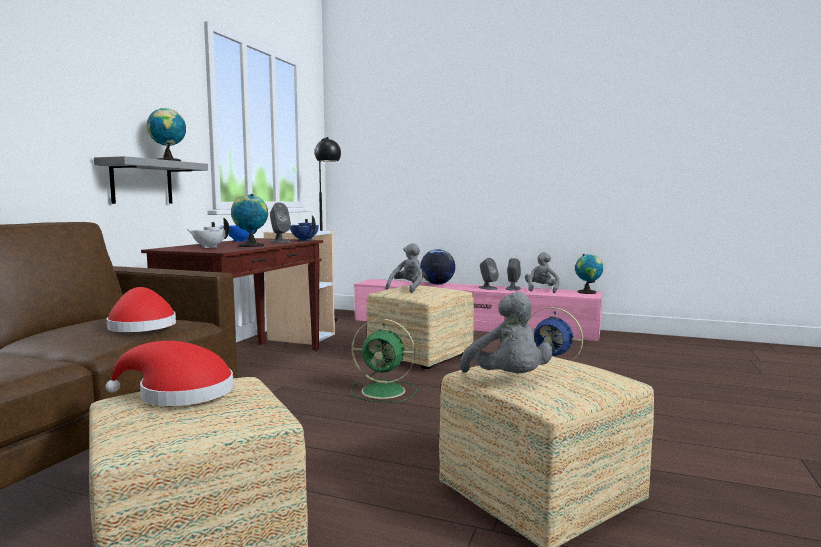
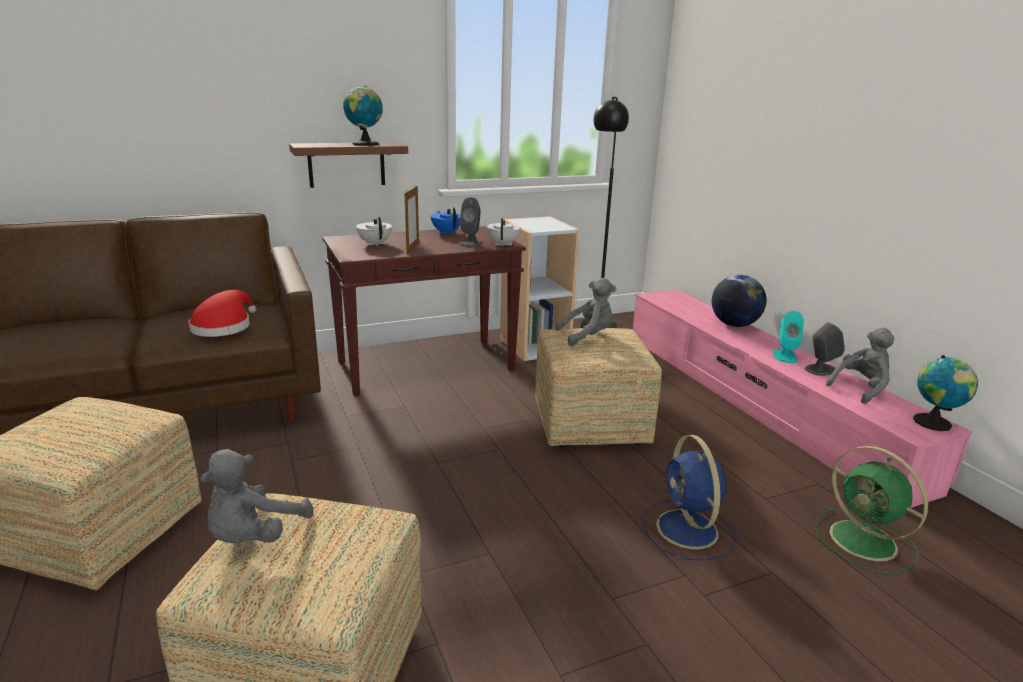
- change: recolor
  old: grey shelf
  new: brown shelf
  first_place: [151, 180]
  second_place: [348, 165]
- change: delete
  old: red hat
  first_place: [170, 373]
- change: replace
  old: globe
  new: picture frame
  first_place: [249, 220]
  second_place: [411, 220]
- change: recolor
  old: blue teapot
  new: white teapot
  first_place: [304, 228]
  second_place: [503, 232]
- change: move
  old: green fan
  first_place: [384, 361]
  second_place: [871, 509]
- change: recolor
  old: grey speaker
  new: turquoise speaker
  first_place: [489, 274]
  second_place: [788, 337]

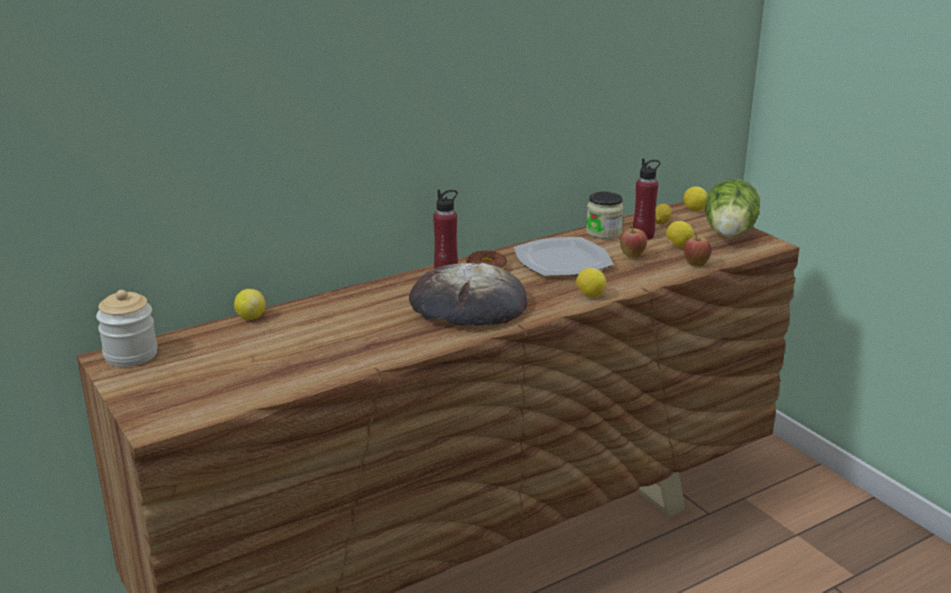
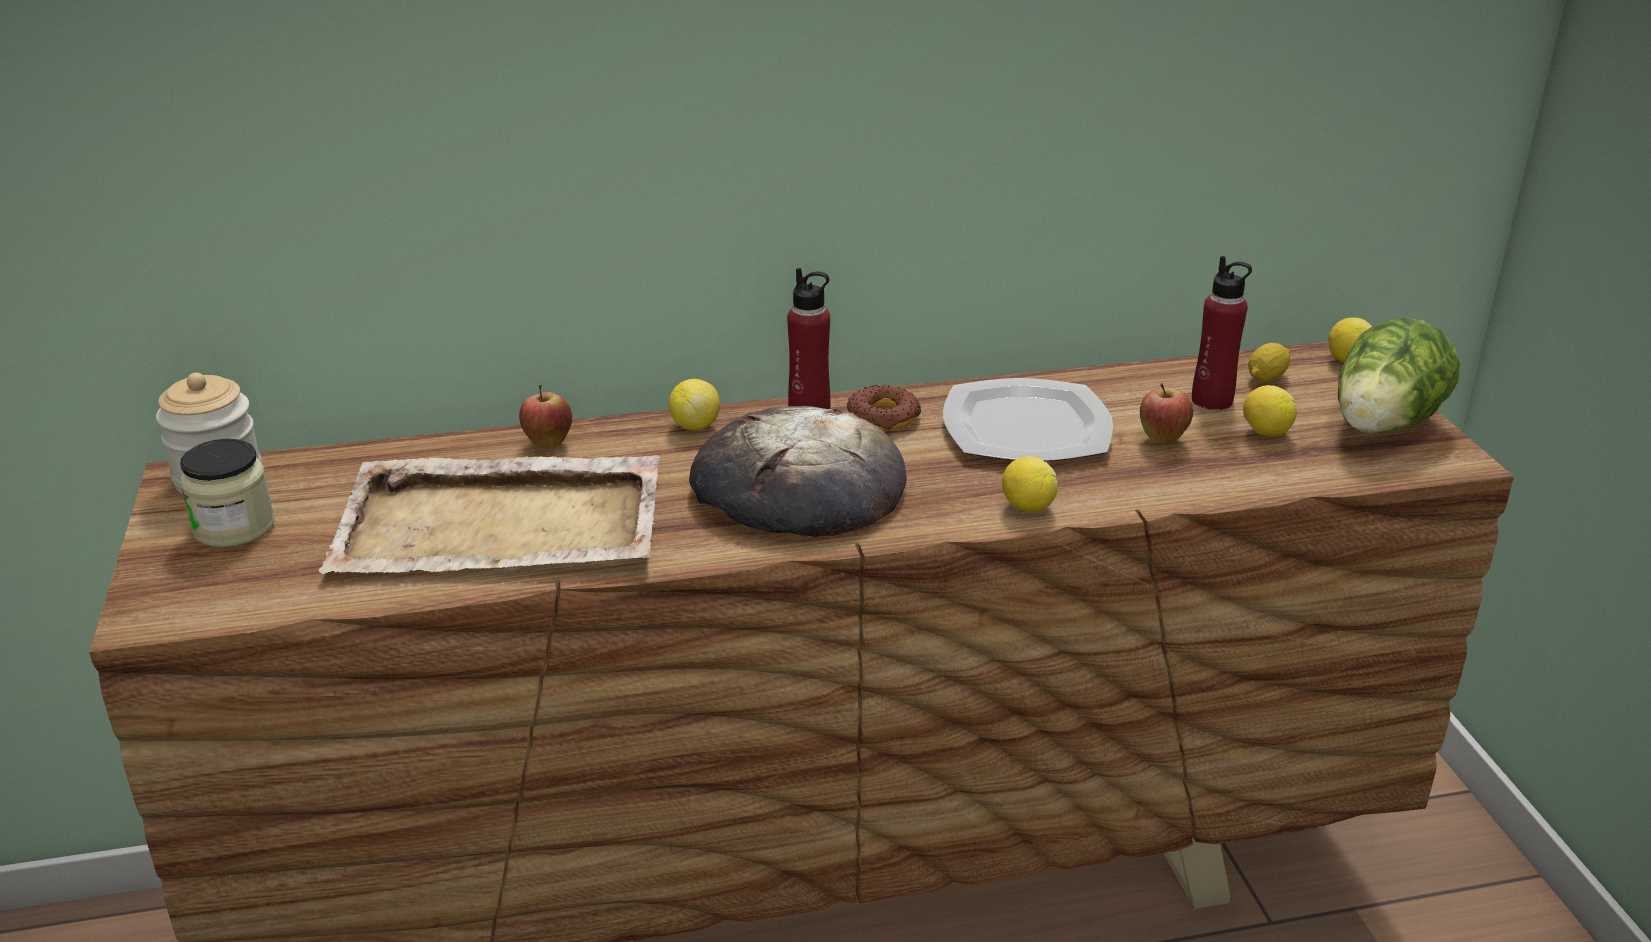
- change: move
  old: lemon
  first_place: [250, 304]
  second_place: [694, 405]
- change: move
  old: jar
  first_place: [605, 215]
  second_place: [227, 493]
- change: move
  old: apple
  first_place: [697, 250]
  second_place: [545, 417]
- change: insert
  new: beige tray
  second_place: [489, 514]

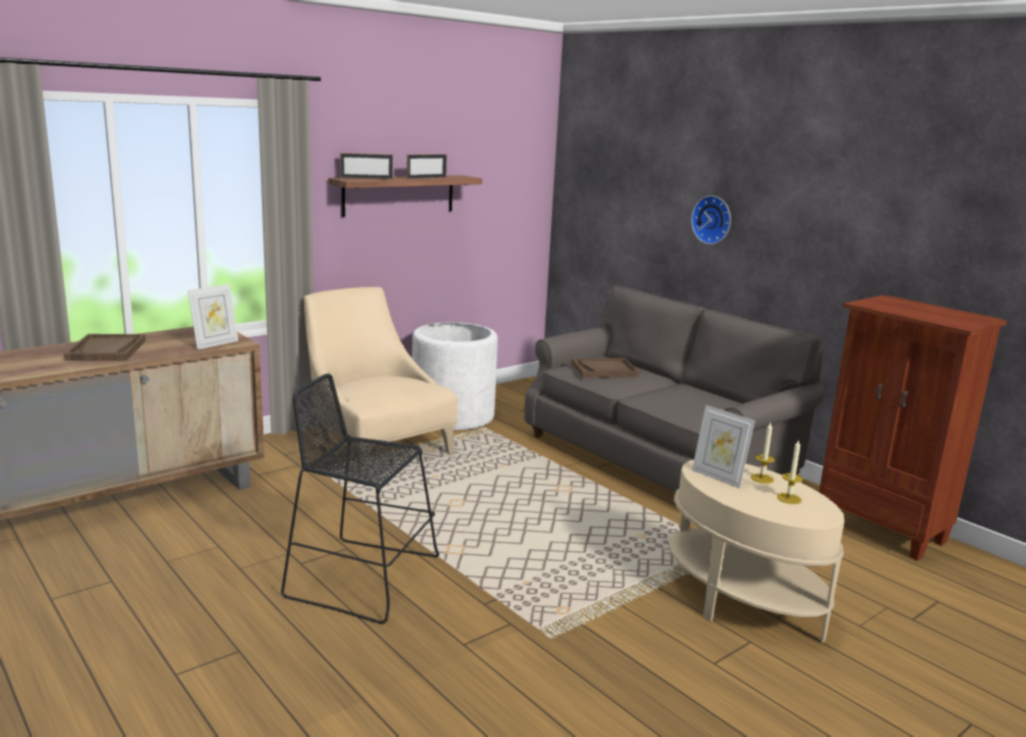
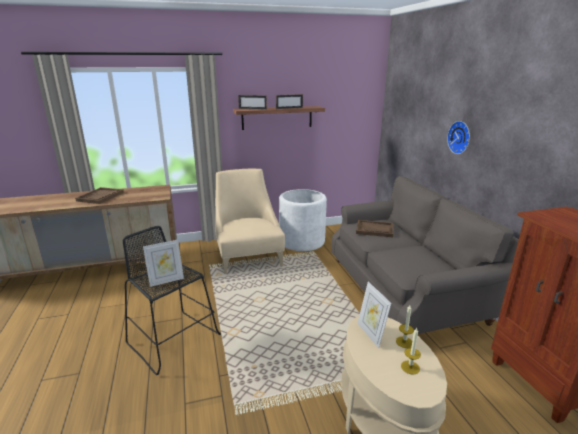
- change: move
  old: picture frame
  first_place: [213, 317]
  second_place: [163, 263]

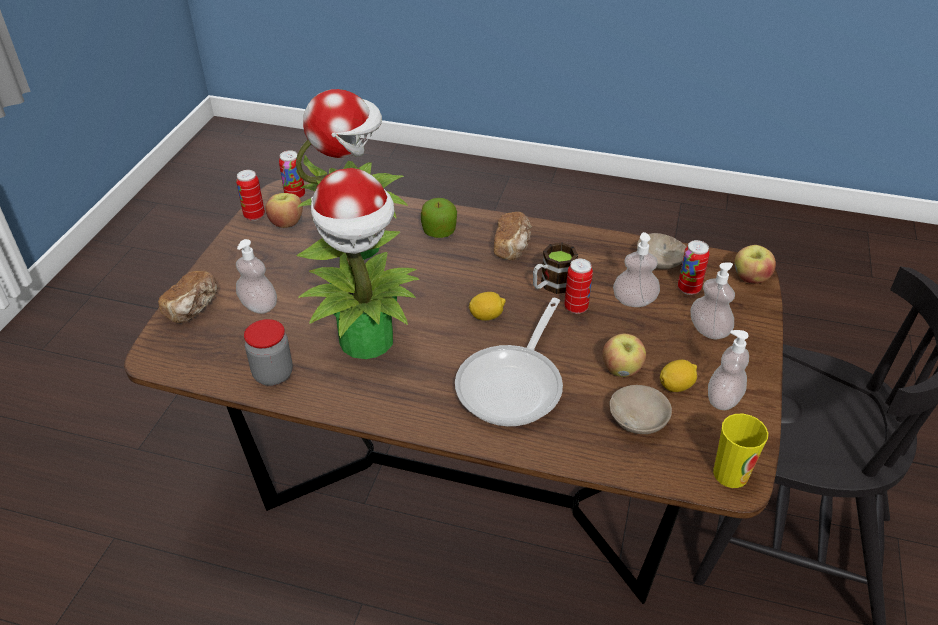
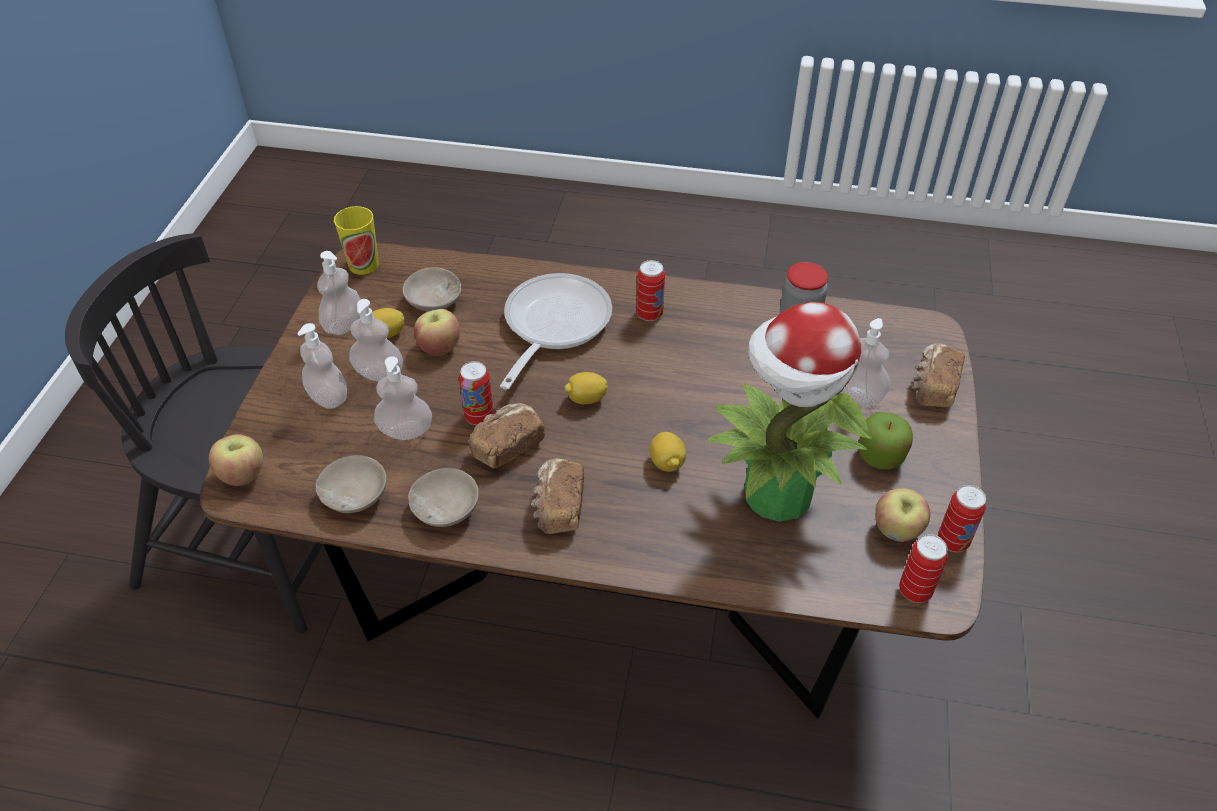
- change: delete
  old: potted plant
  first_place: [358, 263]
- change: move
  old: apple
  first_place: [439, 218]
  second_place: [886, 440]
- change: replace
  old: mug
  new: bread
  first_place: [555, 268]
  second_place: [507, 435]
- change: move
  old: can
  first_place: [694, 267]
  second_place: [651, 290]
- change: insert
  new: soap dispenser
  second_place: [376, 340]
- change: insert
  new: beige bowl
  second_place: [443, 497]
- change: insert
  new: lemon
  second_place: [668, 452]

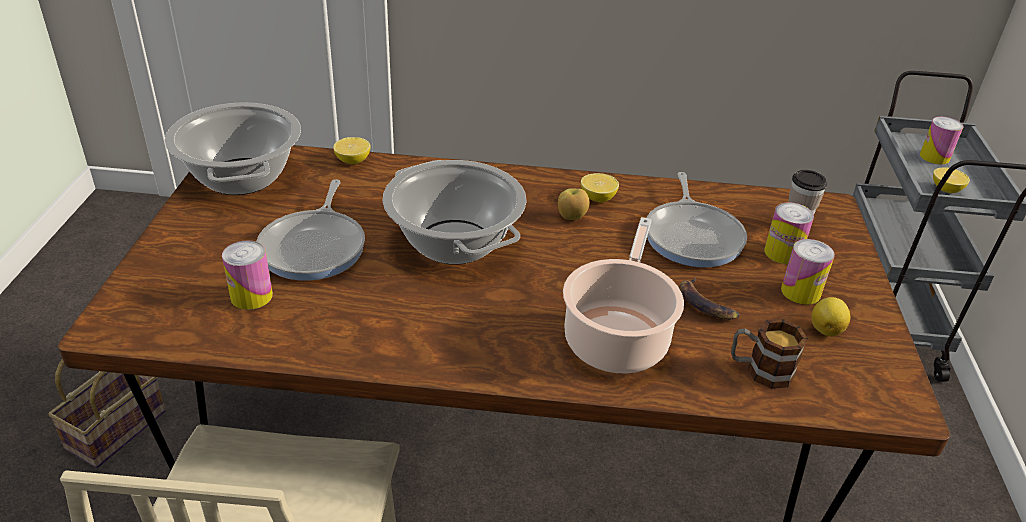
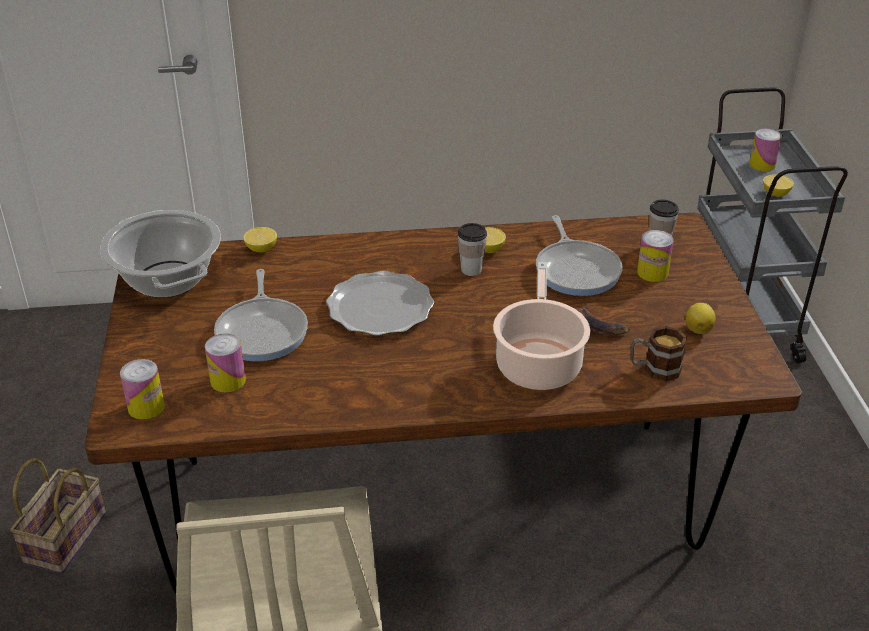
- change: replace
  old: cooking pot
  new: plate
  first_place: [454, 212]
  second_place: [380, 303]
- change: replace
  old: apple
  new: cup
  first_place: [573, 204]
  second_place: [472, 249]
- change: move
  old: can
  first_place: [808, 272]
  second_place: [142, 389]

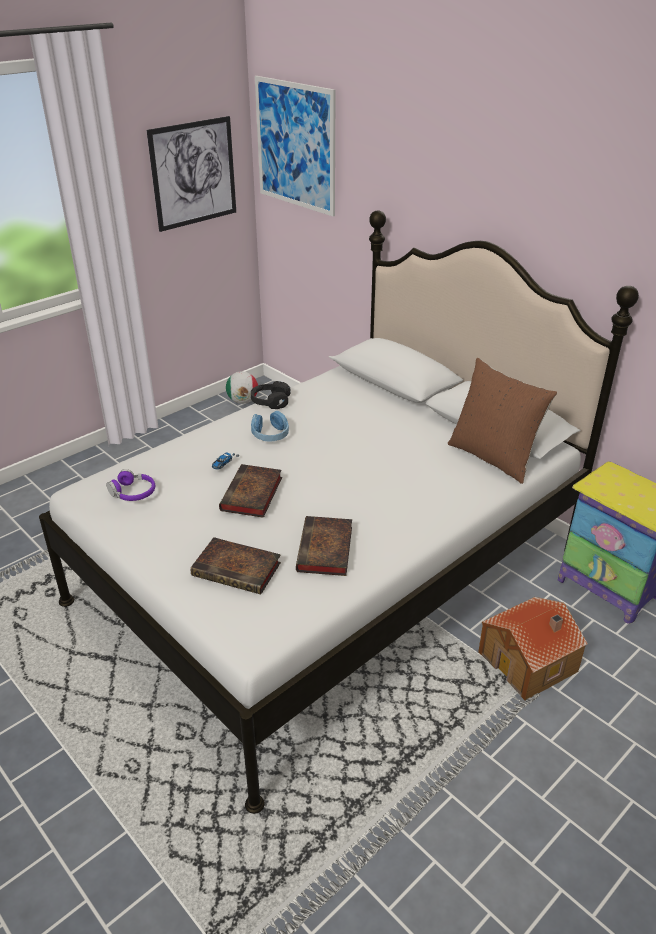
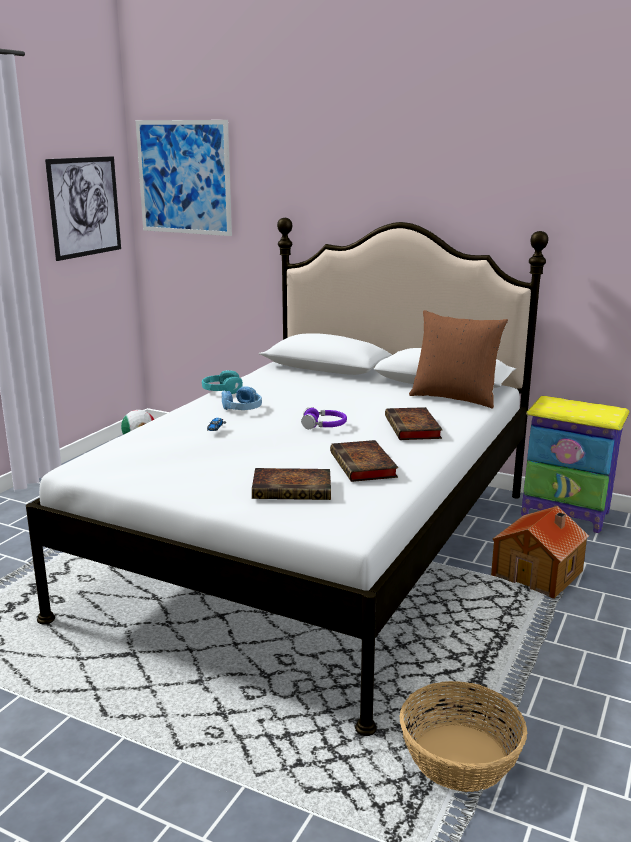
- change: move
  old: purple headphones
  first_place: [130, 485]
  second_place: [324, 418]
- change: move
  old: book
  first_place: [250, 491]
  second_place: [414, 423]
- change: recolor
  old: black headphones
  new: turquoise headphones
  first_place: [271, 395]
  second_place: [222, 382]
- change: insert
  new: basket
  second_place: [463, 736]

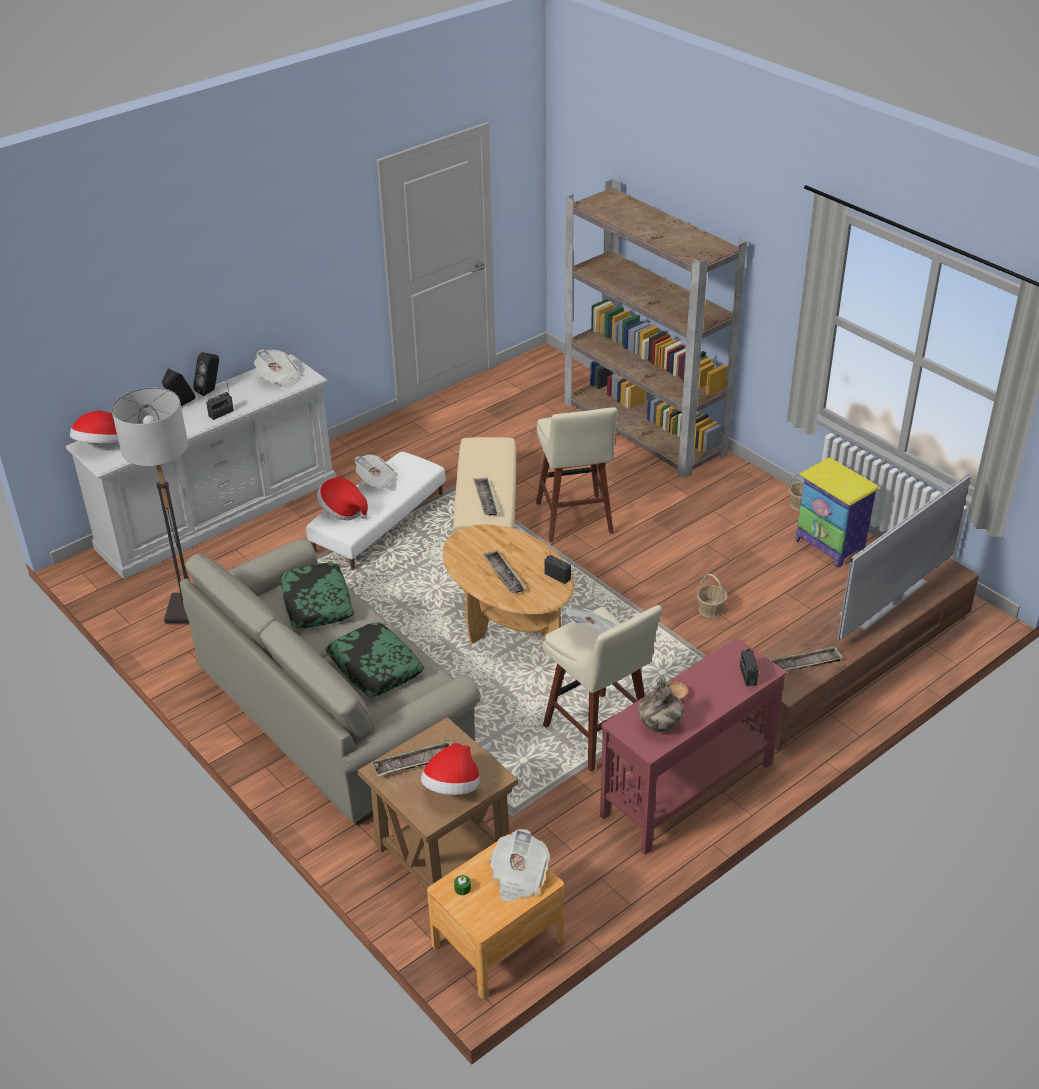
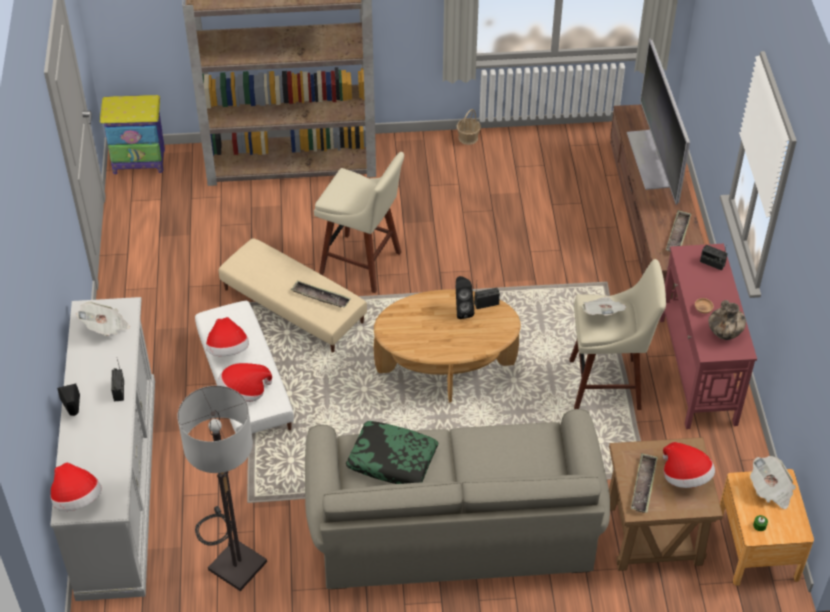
- change: move
  old: black speaker
  first_place: [206, 374]
  second_place: [465, 297]
- change: delete
  old: pillow
  first_place: [374, 659]
- change: replace
  old: newspaper
  new: hat
  first_place: [376, 473]
  second_place: [227, 336]
- change: delete
  old: tray
  first_place: [505, 571]
- change: delete
  old: basket
  first_place: [712, 596]
- change: move
  old: nightstand
  first_place: [837, 512]
  second_place: [132, 134]

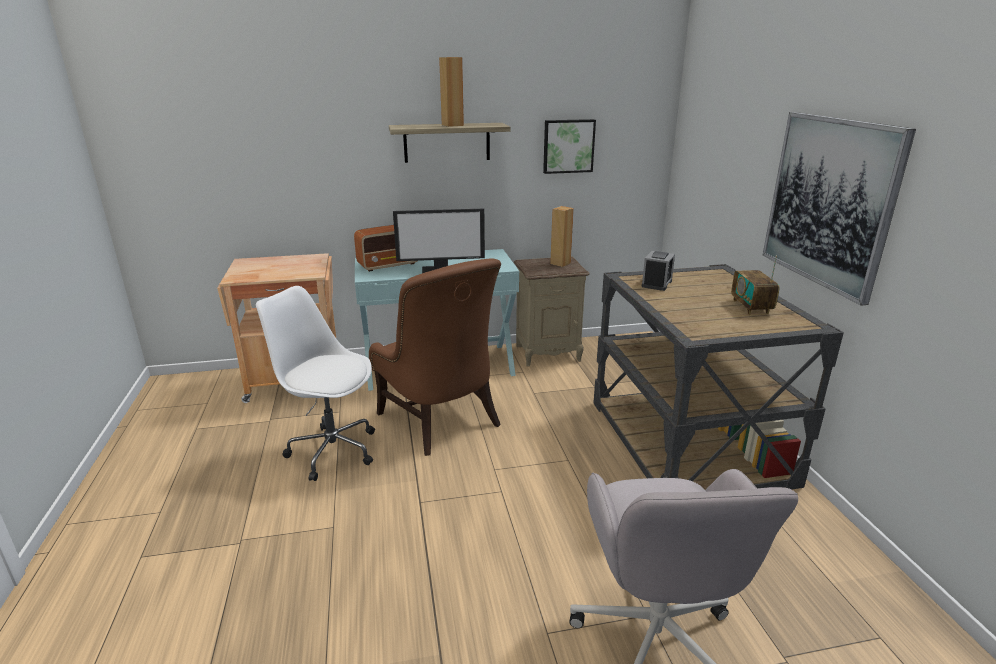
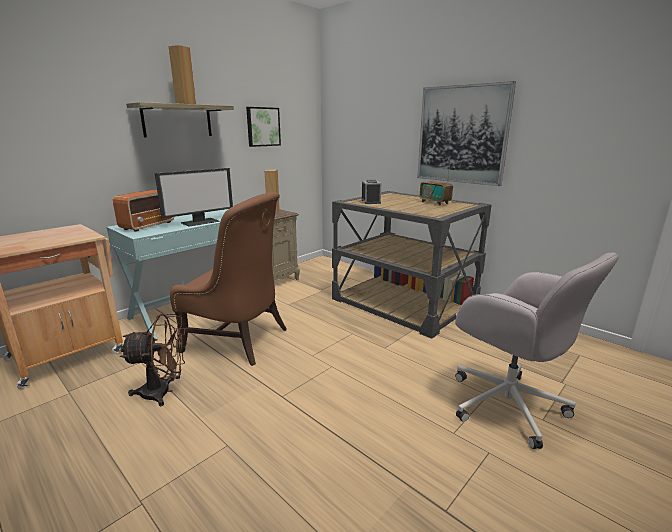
- change: replace
  old: white office chair
  new: brown fan
  first_place: [315, 383]
  second_place: [153, 360]

